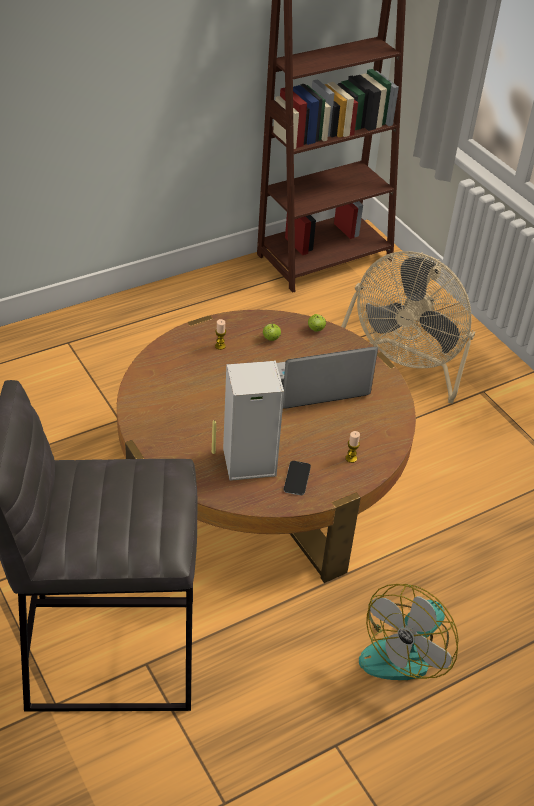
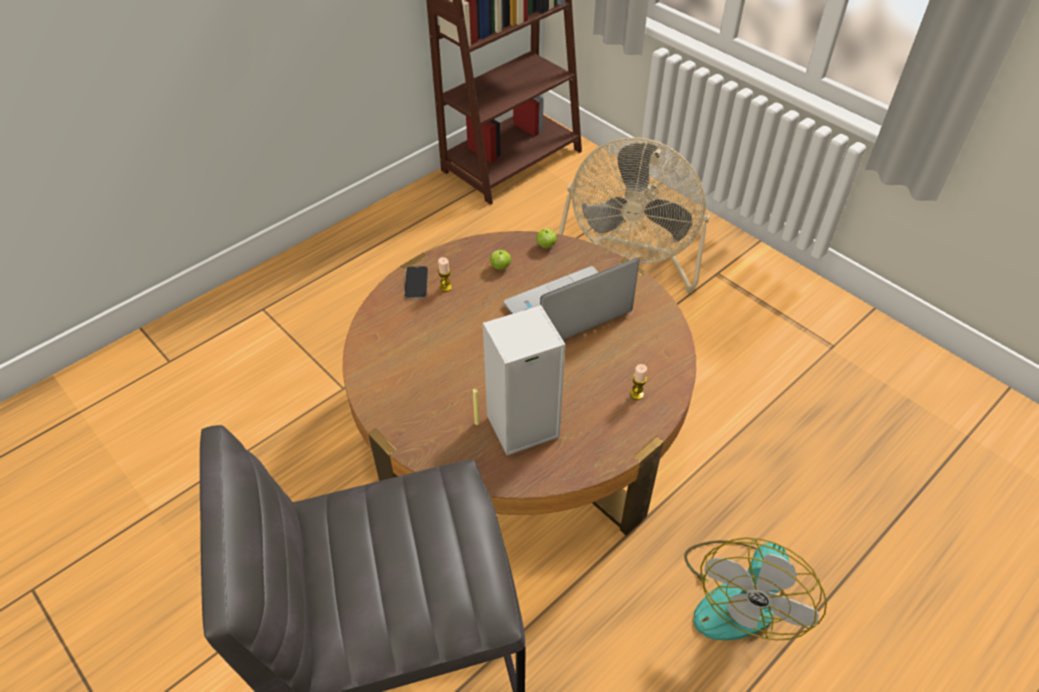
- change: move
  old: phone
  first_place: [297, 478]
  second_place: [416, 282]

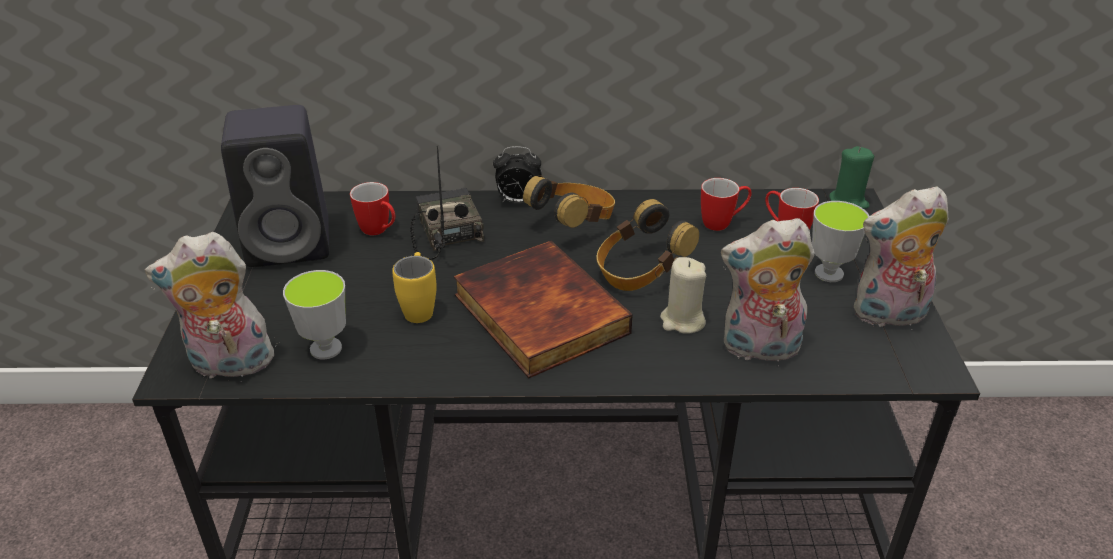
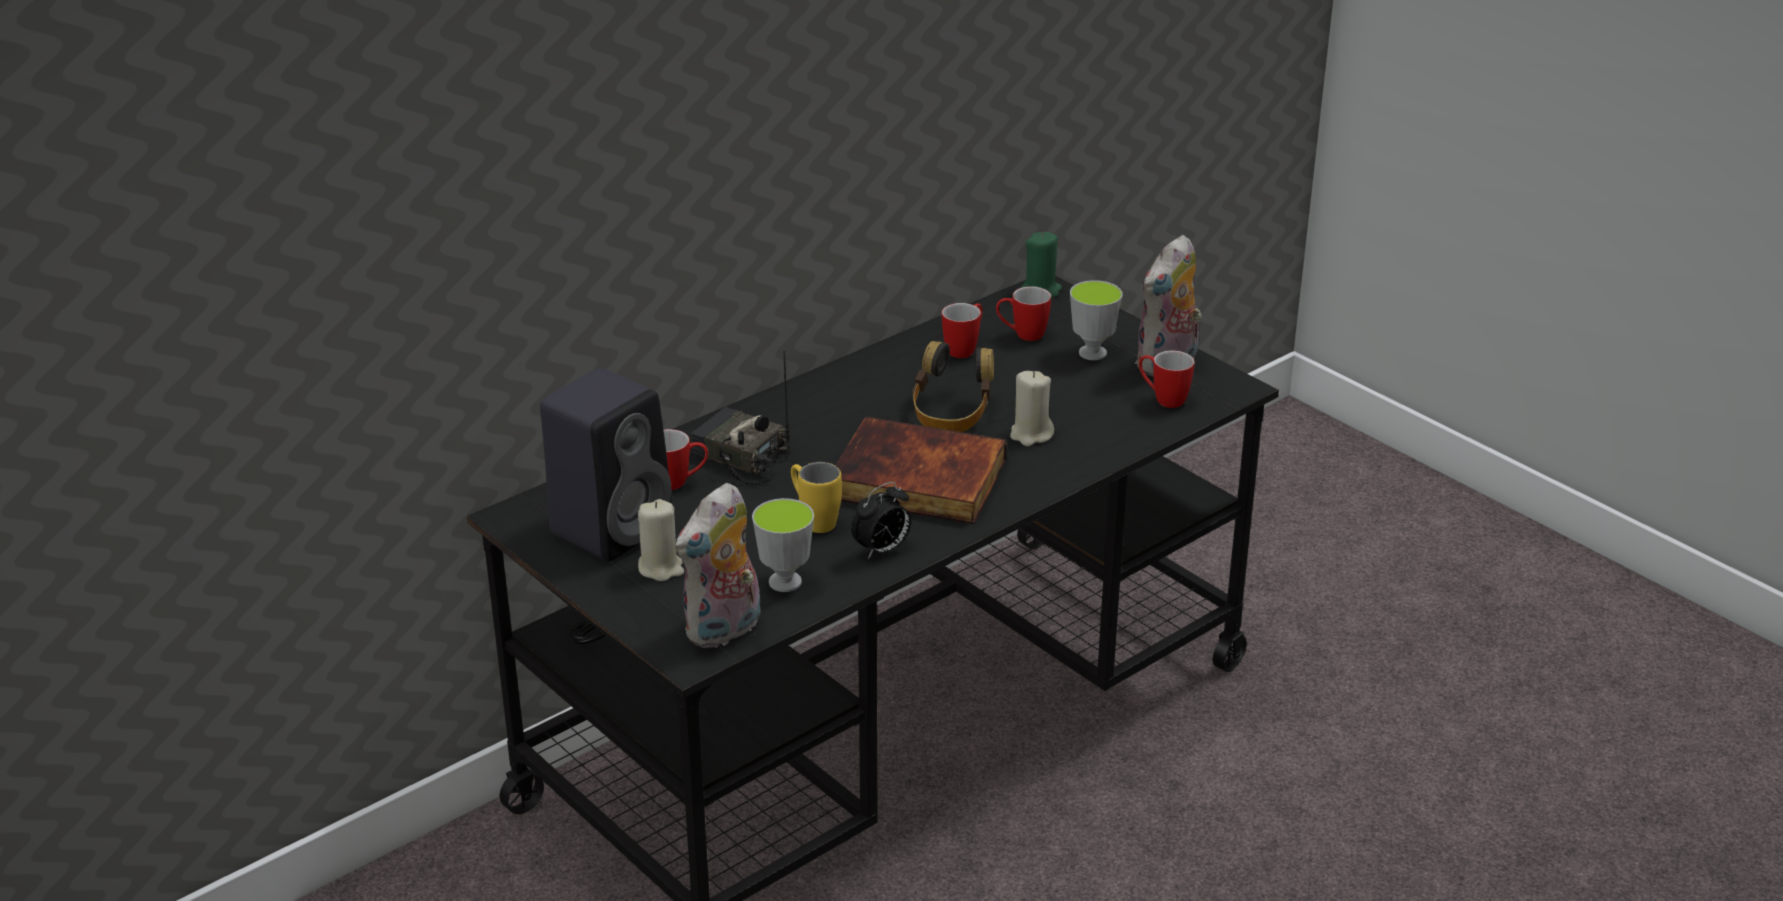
- change: move
  old: alarm clock
  first_place: [517, 174]
  second_place: [881, 520]
- change: delete
  old: headphones
  first_place: [569, 201]
- change: delete
  old: plush toy
  first_place: [768, 292]
- change: insert
  new: beige candle
  second_place: [661, 540]
- change: insert
  new: mug
  second_place: [1167, 379]

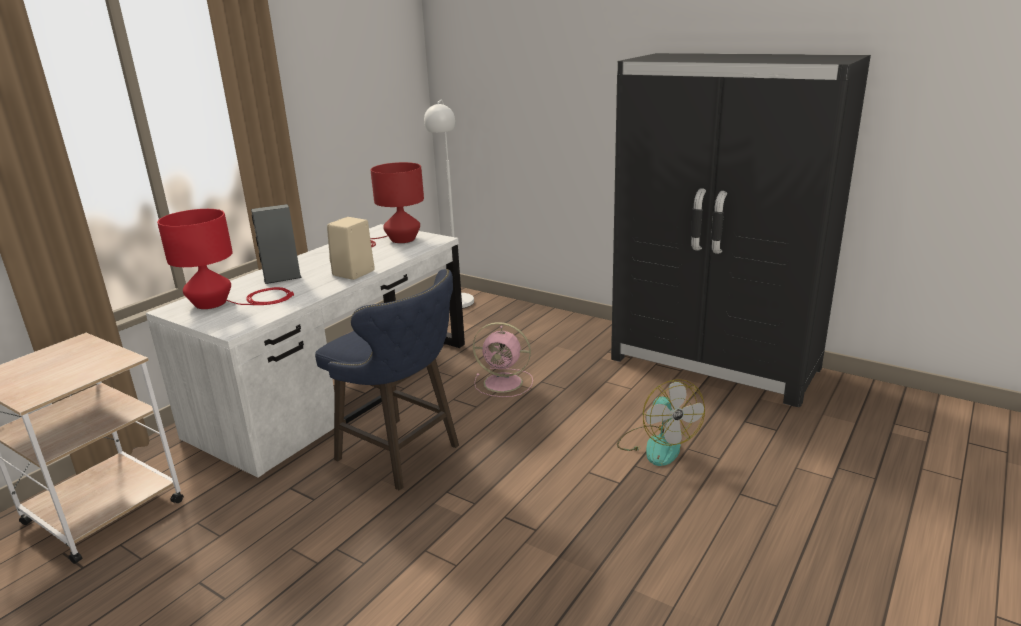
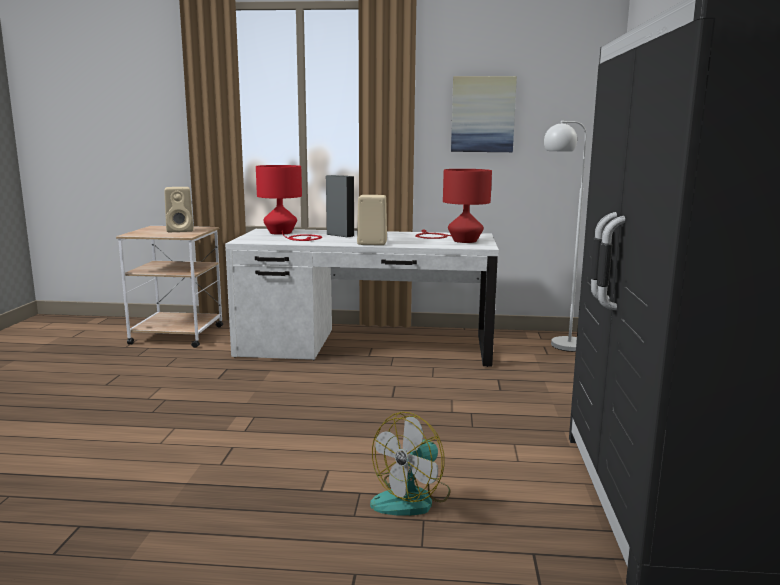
- change: delete
  old: blue stool
  first_place: [387, 380]
- change: delete
  old: pink fan
  first_place: [503, 359]
- change: insert
  new: beige speaker
  second_place: [178, 209]
- change: insert
  new: picture
  second_place: [484, 114]

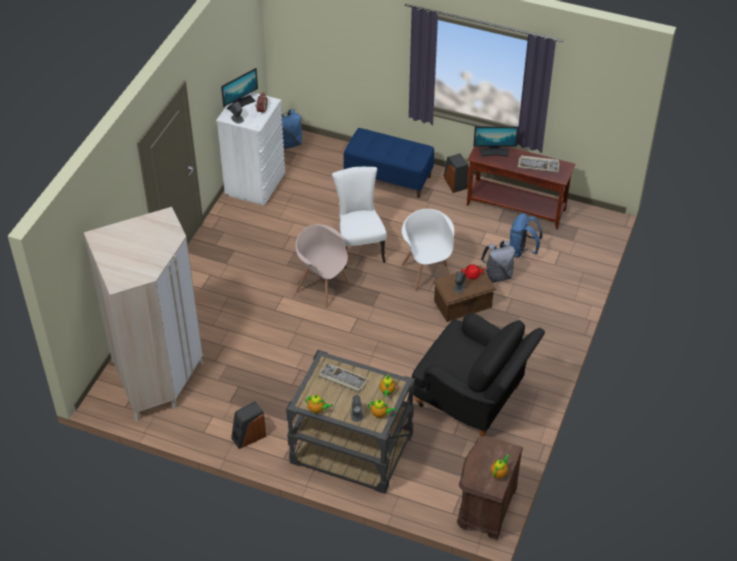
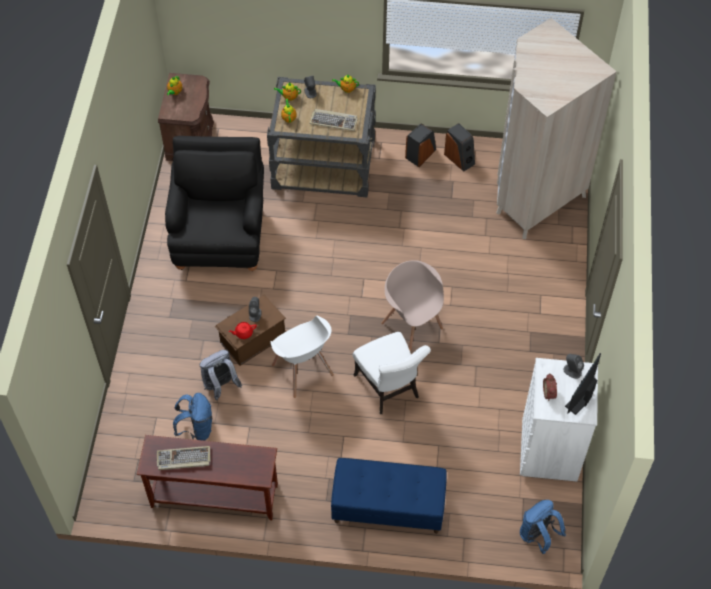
- change: rotate
  old: beige chair
  first_place: [323, 266]
  second_place: [412, 306]
  degrees: -150
- change: rotate
  old: black armchair
  first_place: [478, 375]
  second_place: [214, 203]
  degrees: 75
- change: move
  old: speaker
  first_place: [456, 173]
  second_place: [459, 147]
- change: delete
  old: monitor
  first_place: [496, 141]

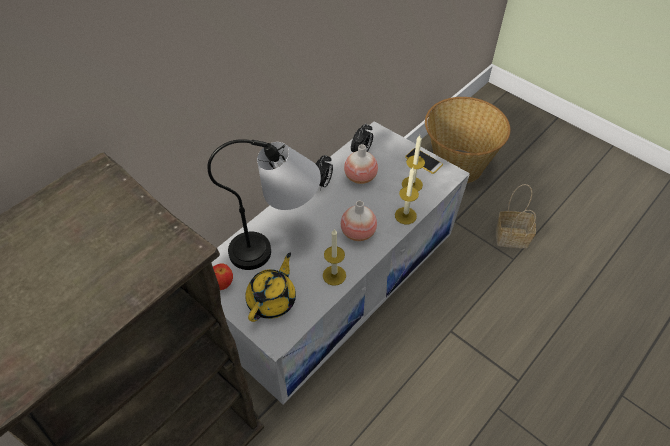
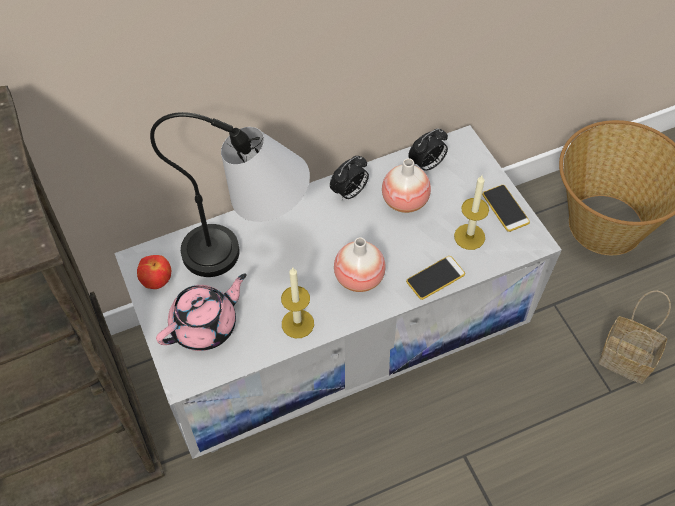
- change: recolor
  old: yellow teapot
  new: pink teapot
  first_place: [270, 287]
  second_place: [201, 312]
- change: replace
  old: candle
  new: phone
  first_place: [407, 195]
  second_place: [435, 278]

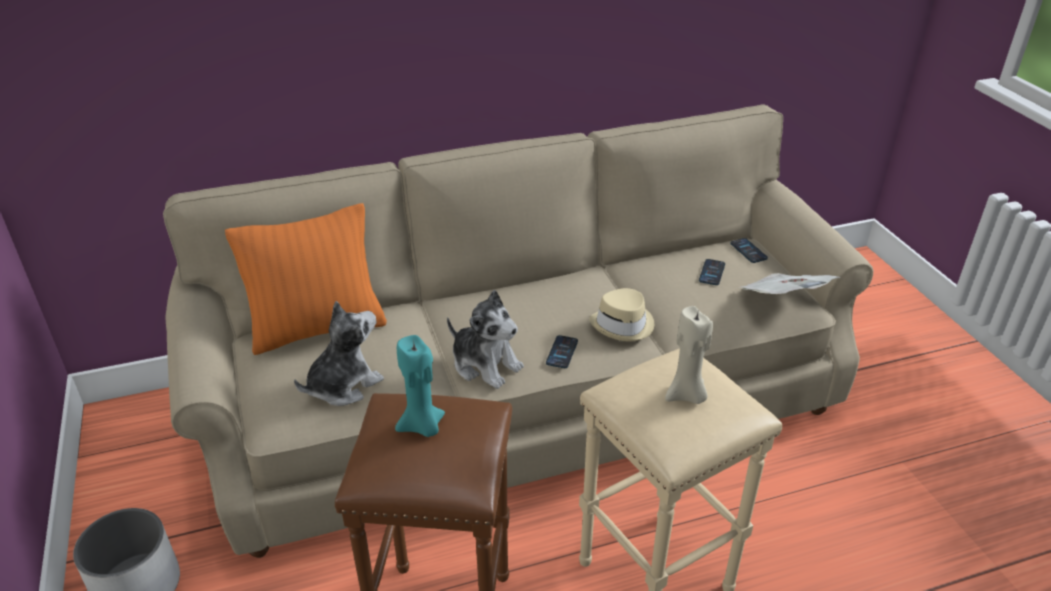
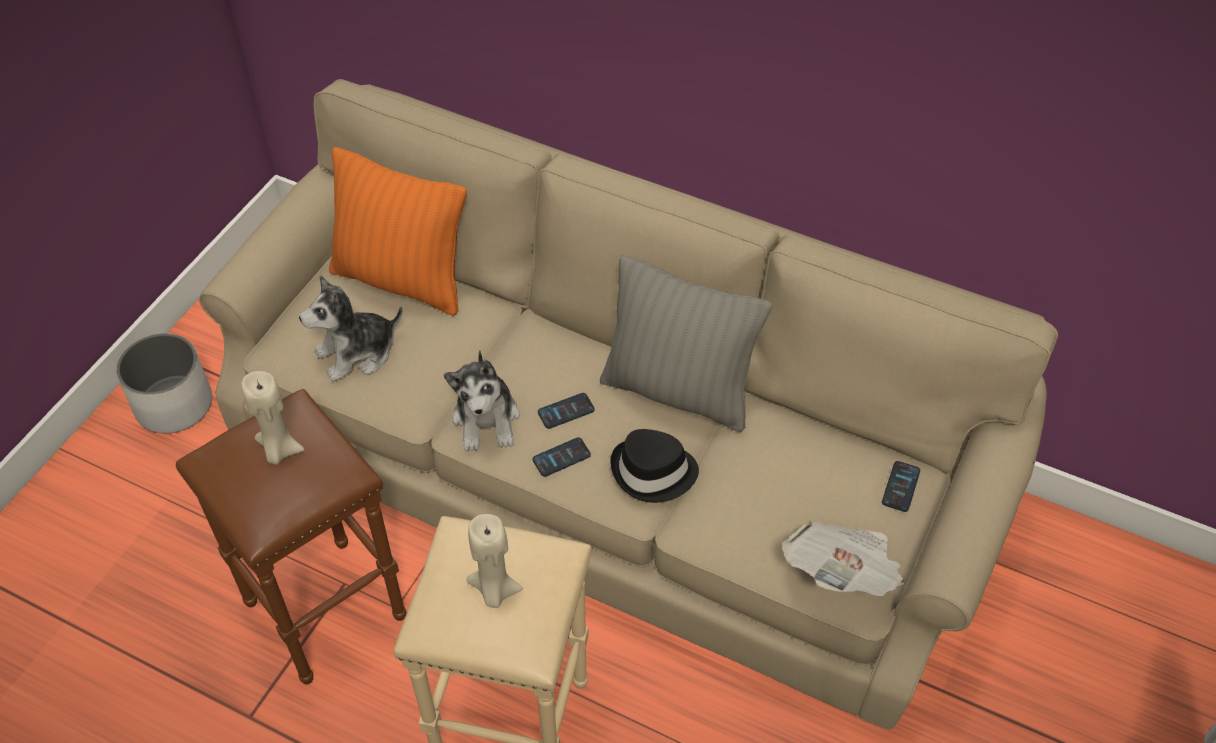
- change: rotate
  old: plush toy
  first_place: [339, 353]
  second_place: [350, 328]
  degrees: 150
- change: recolor
  old: turquoise candle
  new: beige candle
  first_place: [420, 386]
  second_place: [272, 418]
- change: recolor
  old: beige hat
  new: black hat
  first_place: [621, 315]
  second_place: [654, 466]
- change: move
  old: phone
  first_place: [712, 272]
  second_place: [566, 411]
- change: insert
  new: grey pillow
  second_place: [686, 343]

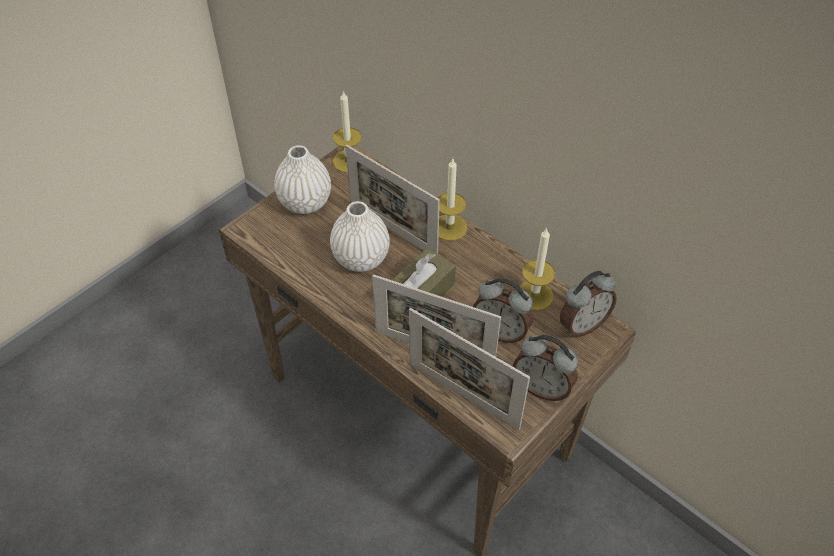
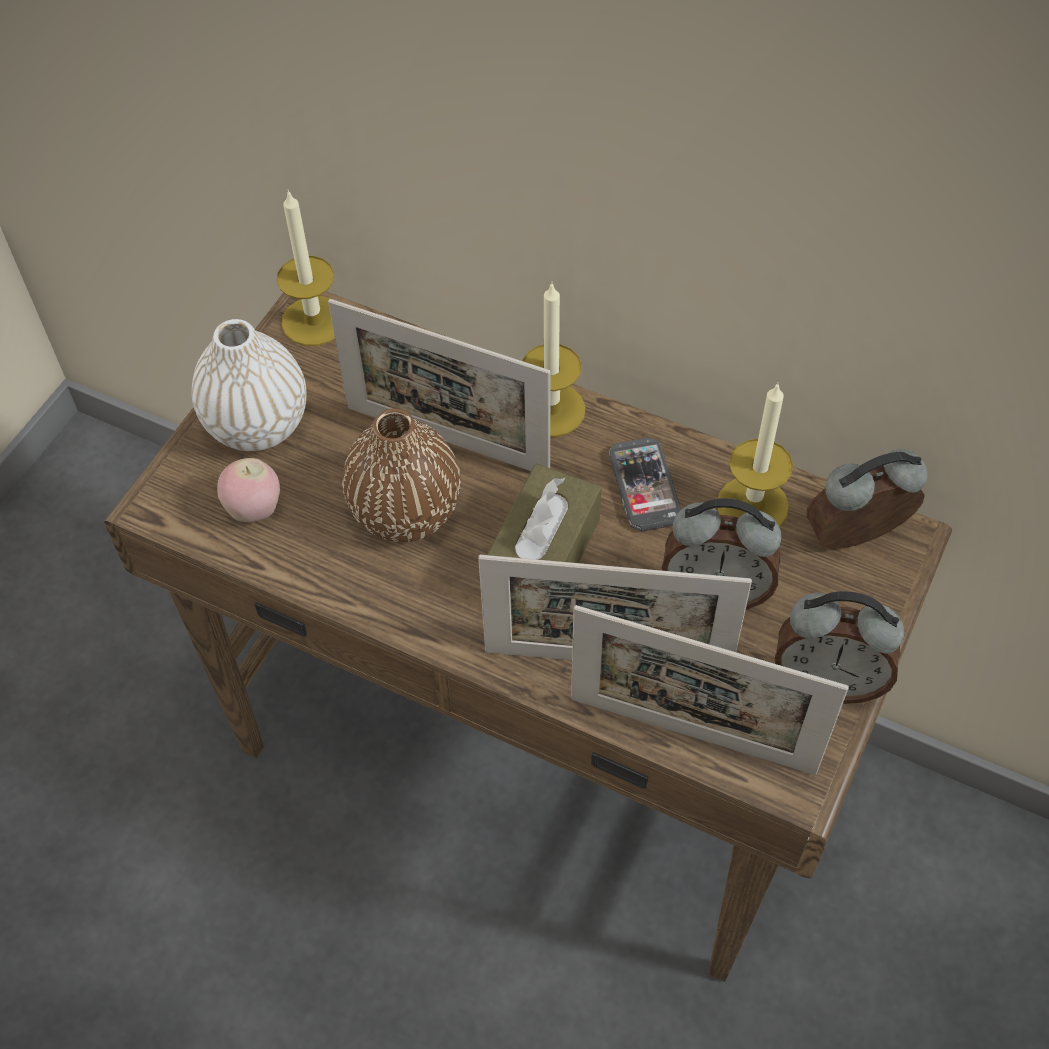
- change: recolor
  old: white vase
  new: brown vase
  first_place: [360, 236]
  second_place: [401, 475]
- change: rotate
  old: alarm clock
  first_place: [588, 304]
  second_place: [867, 499]
  degrees: -150
- change: insert
  new: apple
  second_place: [248, 490]
- change: insert
  new: phone
  second_place: [644, 484]

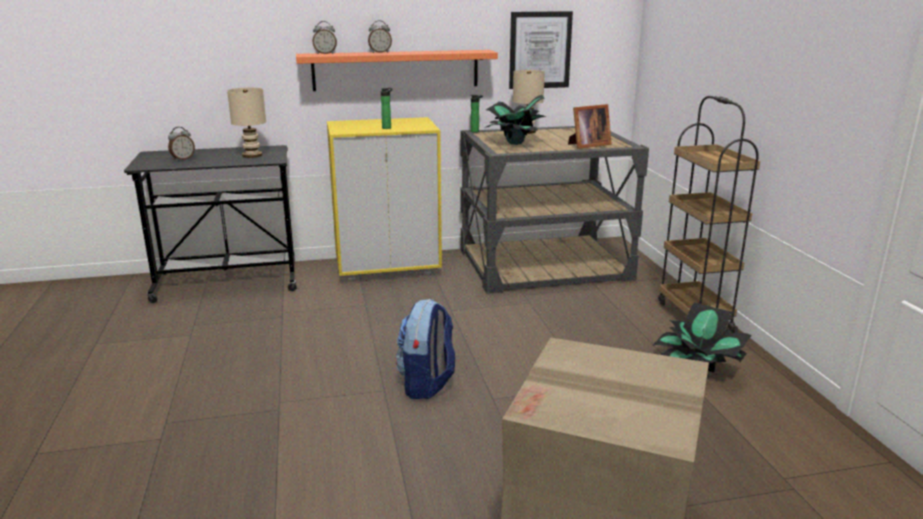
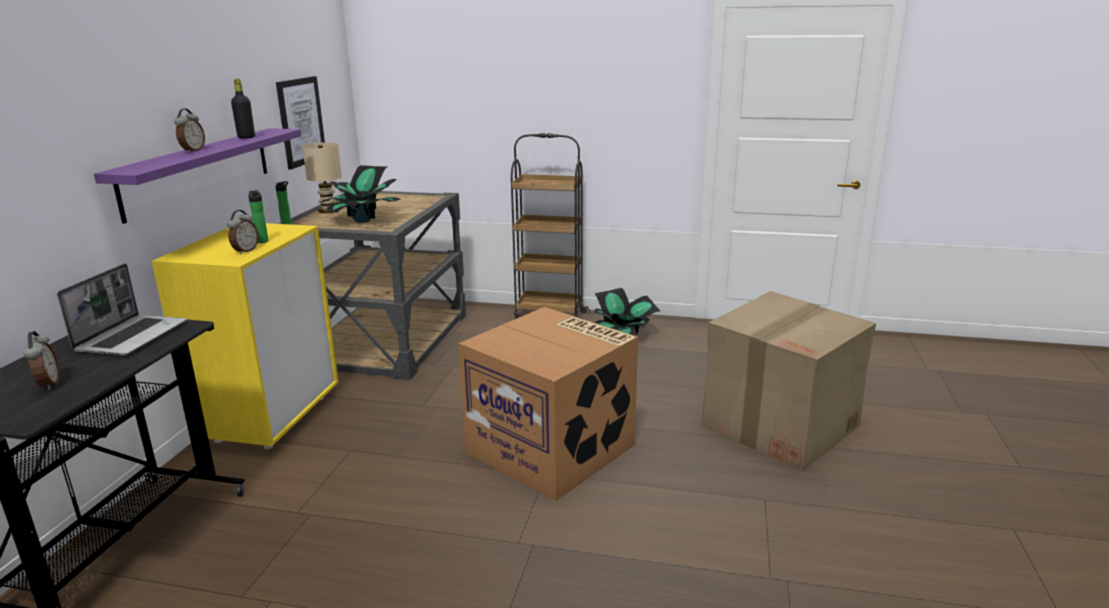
- change: replace
  old: beige table lamp
  new: laptop
  first_place: [246, 123]
  second_place: [122, 309]
- change: recolor
  old: orange shelf
  new: purple shelf
  first_place: [397, 70]
  second_place: [197, 176]
- change: move
  old: alarm clock
  first_place: [324, 37]
  second_place: [243, 232]
- change: replace
  old: backpack
  new: cardboard box
  first_place: [425, 349]
  second_place: [548, 404]
- change: delete
  old: picture frame
  first_place: [590, 126]
- change: insert
  new: black bottle
  second_place: [243, 109]

